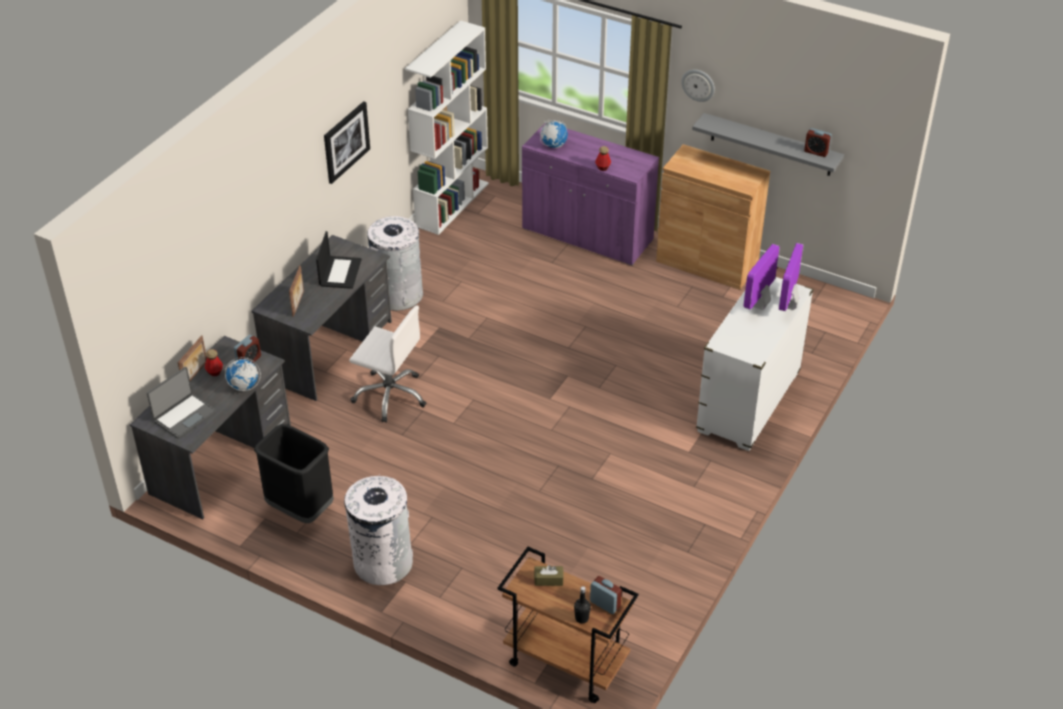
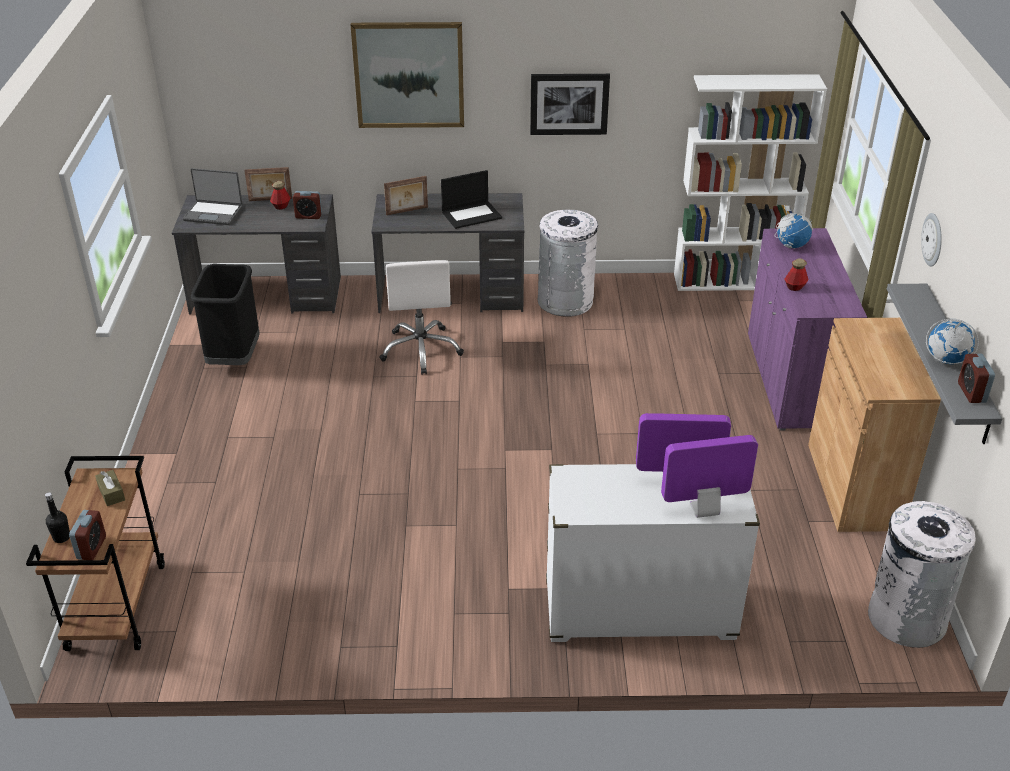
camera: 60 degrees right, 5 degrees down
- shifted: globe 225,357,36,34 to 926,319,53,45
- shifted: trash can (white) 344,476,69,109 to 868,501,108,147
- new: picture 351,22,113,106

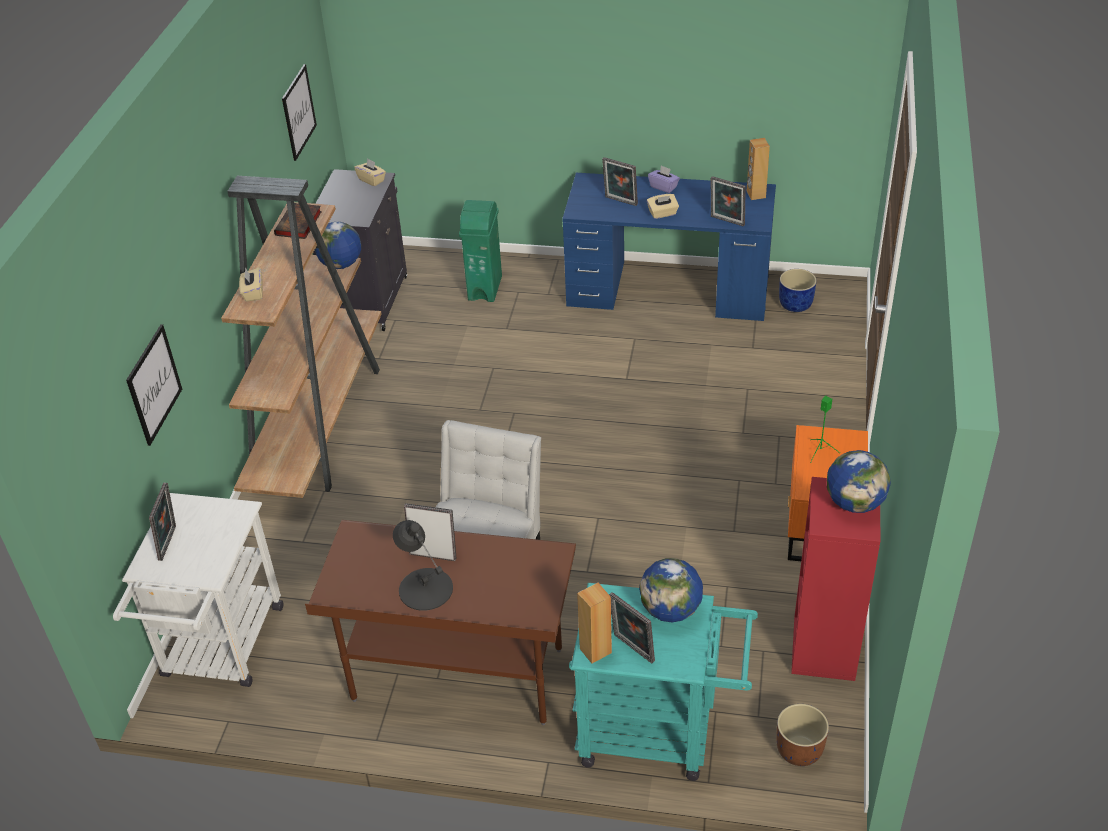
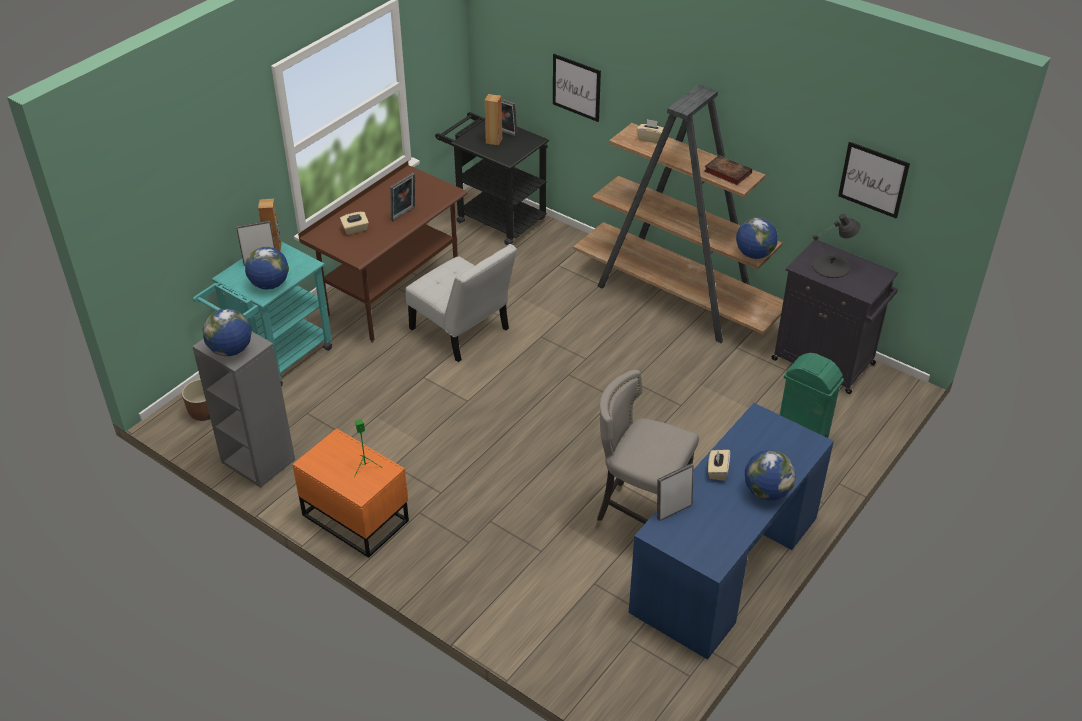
camera: 115 degrees right, 0 degrees up
- shifted: speaker (brown) 747,138,23,62 to 485,94,17,51
- gone: picture frame 602,157,36,49
- shifted: tissue box (beige) 354,158,32,28 to 340,212,29,23
- swapped: tissue box (purple) 648,165,32,28 to globe 745,450,51,51
- gone: planter (blue) 779,269,38,43
- repainted: bookcase (red) 791,477,89,204 to bookcase (grey) 192,332,103,156
- repainted: cart (white) 113,493,170,194 to cart (black) 435,112,114,133
- shifted: table lamp (black) 393,520,60,91 to 812,214,49,64
- new: stool (grey) 595,370,104,158

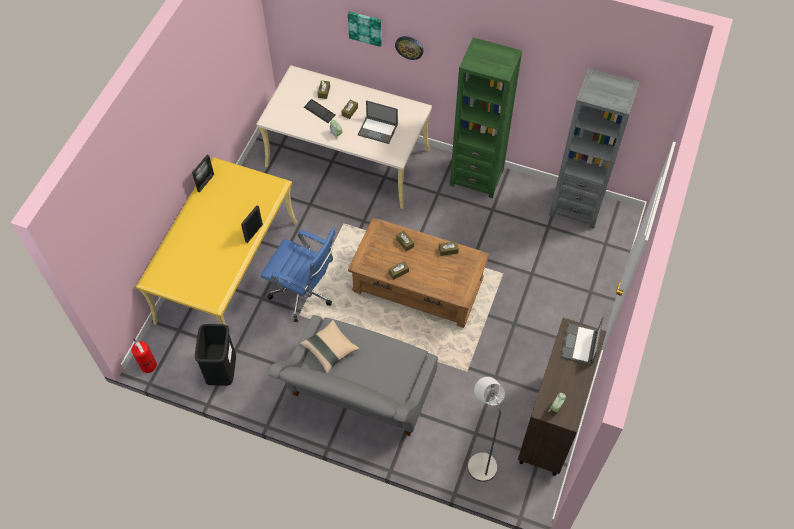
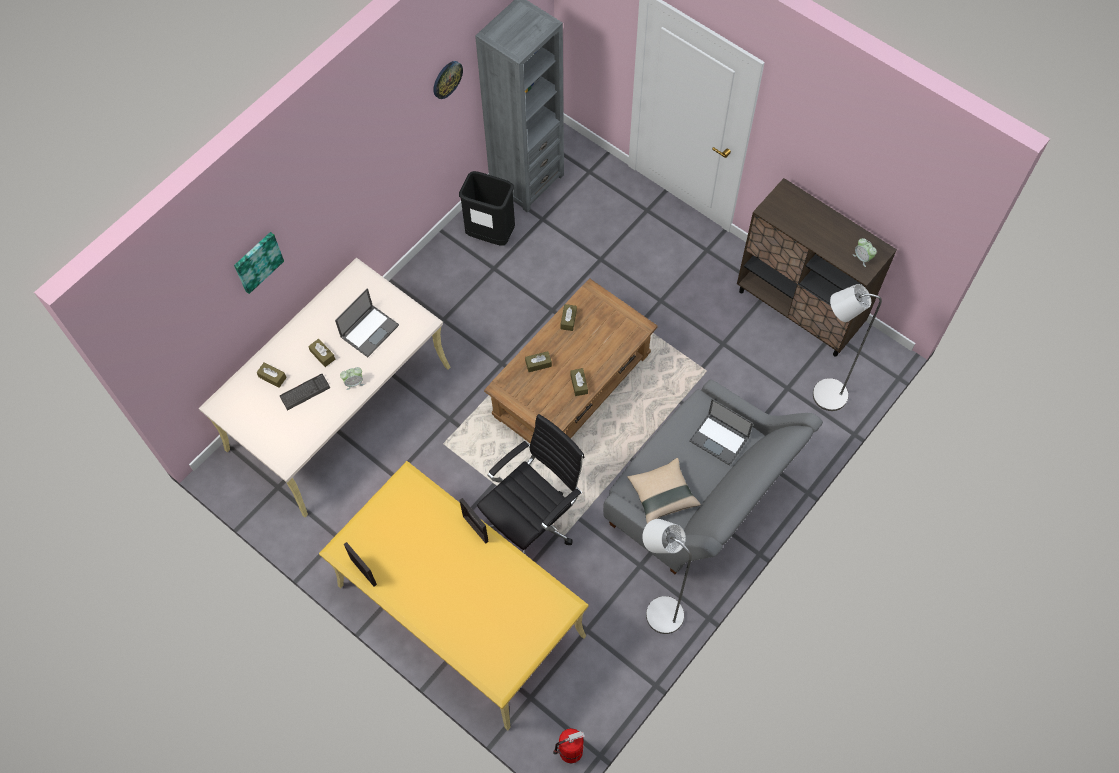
camera: 70 degrees left, 5 degrees up
- shifted: wall clock 395,36,28,24 to 433,61,30,38
- gone: bookcase (green) 450,38,72,160
- repainted: office chair (blue) 261,228,75,94 to office chair (black) 477,414,108,140
- shifted: laptop 561,317,43,48 to 689,399,64,67
- shifted: trash can (black) 195,324,41,62 to 459,171,56,75
- new: floor lamp (grey) 642,519,50,115

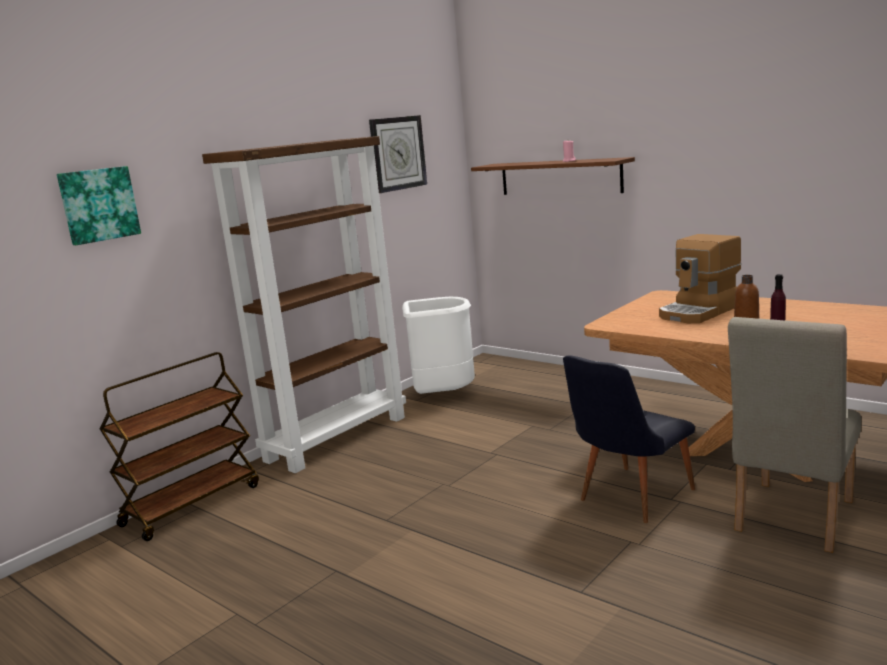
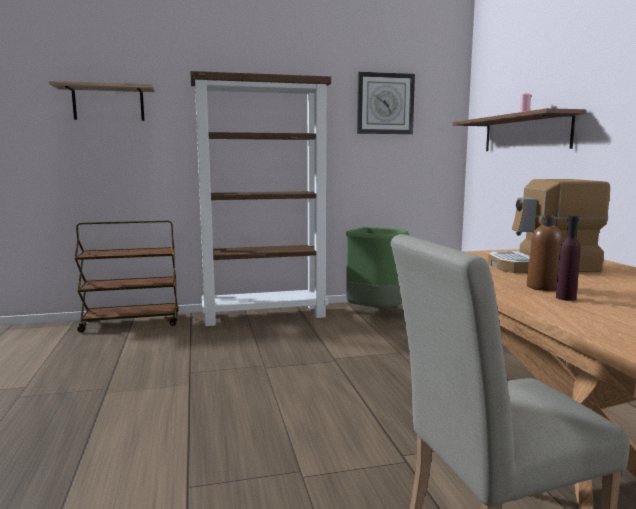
camera: 35 degrees right, 5 degrees down
- swapped: picture 57,166,84,79 to shelf 49,81,106,40
- repainted: trash can (white) 402,297,73,97 to trash can (green) 345,227,64,81
- gone: chair (black) 563,355,132,168

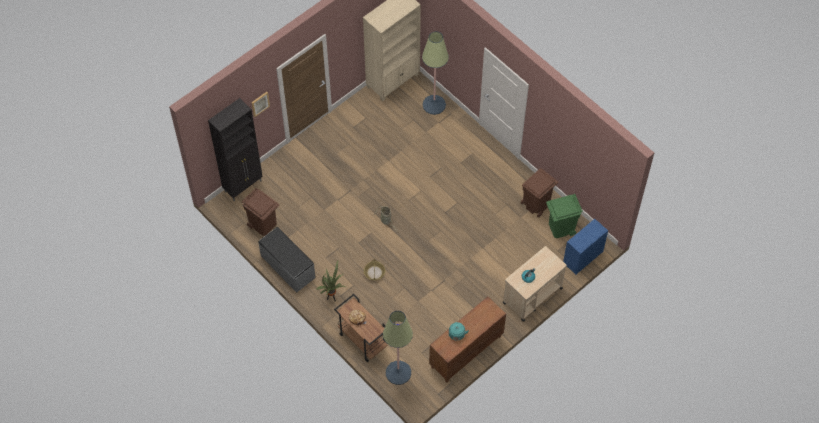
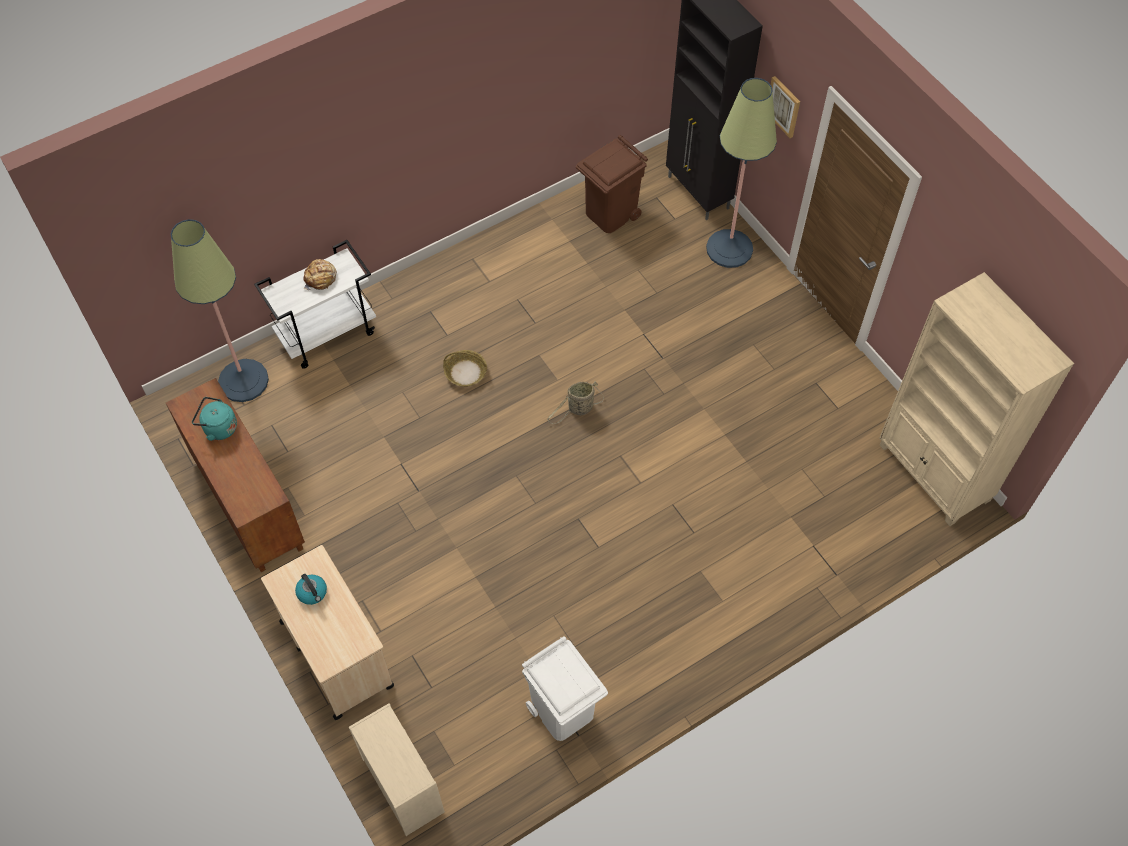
camera: 100 degrees right, 0 degrees up
- shifted: floor lamp 422,31,27,84 to 706,78,71,190
- repainted: trash can (brown) 521,168,37,50 to trash can (white) 522,636,86,105
- gone: trash can (green) 546,194,37,44
- repainted: dresser (blue) 563,218,45,57 to dresser (beige) 349,703,96,133
- gone: bench (grey) 258,227,58,65
- gone: potted plant 316,261,30,41
- repainted: cart (brown) 334,294,54,68 to cart (white) 254,240,122,129

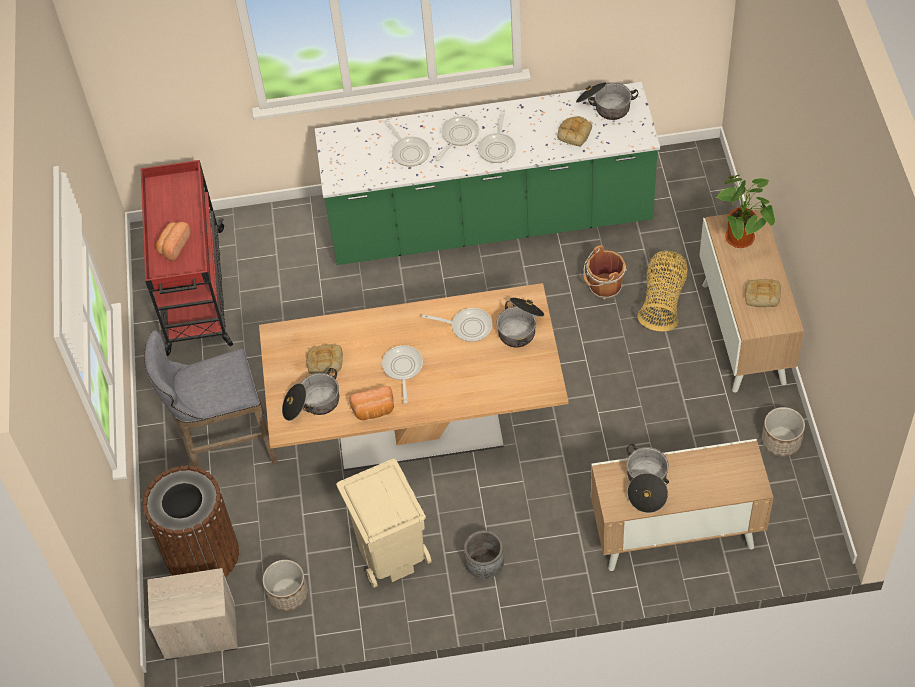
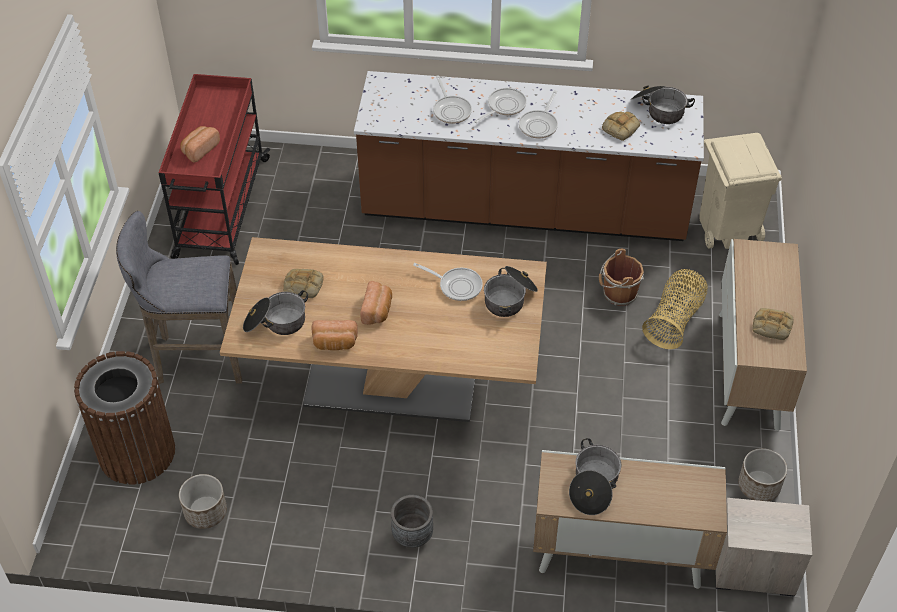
camera: 10 degrees right, 5 degrees down
- repainted: counter (green) 315,82,345,183 to counter (brown) 354,71,350,170
- gone: potted plant 715,175,60,73
- swapped: frying pan 382,345,41,59 to bread 360,281,32,44
- shifted: trash can (beige) 336,459,96,129 to 699,133,83,116
- shifted: nightstand 147,568,91,92 to 716,498,96,98

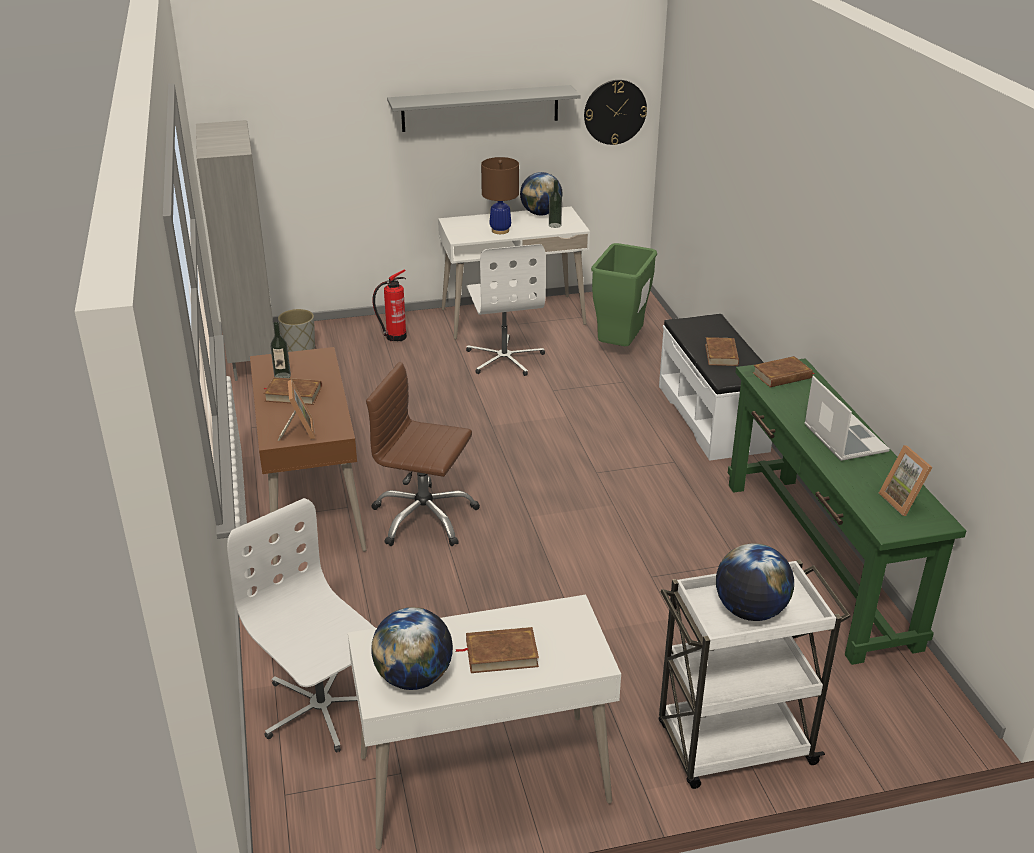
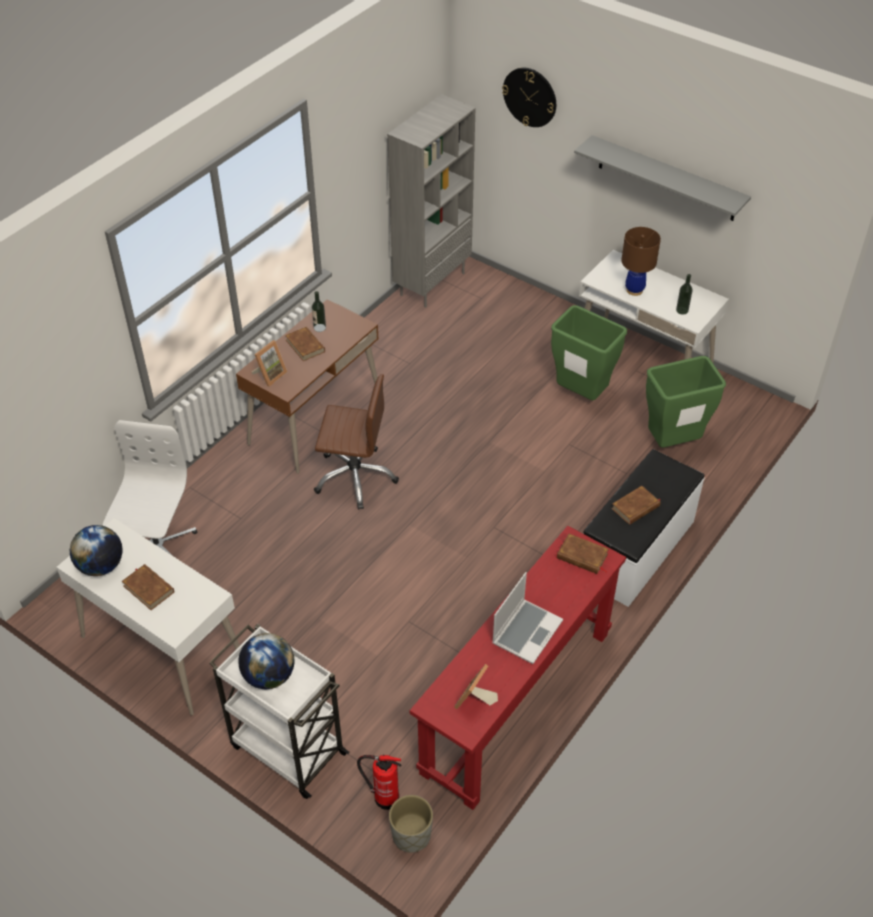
camera: 50 degrees right, 15 degrees up
- shifted: wall clock 584,80,63,65 to 502,67,54,60
- gone: globe 520,172,43,44
- swapped: office chair (white) 466,244,80,132 to trash can (green) 551,305,76,95
- shifted: fire extinguisher 372,269,35,72 to 357,754,44,56
- shifted: planter (grey) 278,309,37,43 to 389,795,44,58
- repainted: console table (green) 728,359,238,306 to console table (red) 410,526,216,284
- rotated: office chair (brown) 366,362,114,184 = 314,374,85,136 120 degrees clockwise

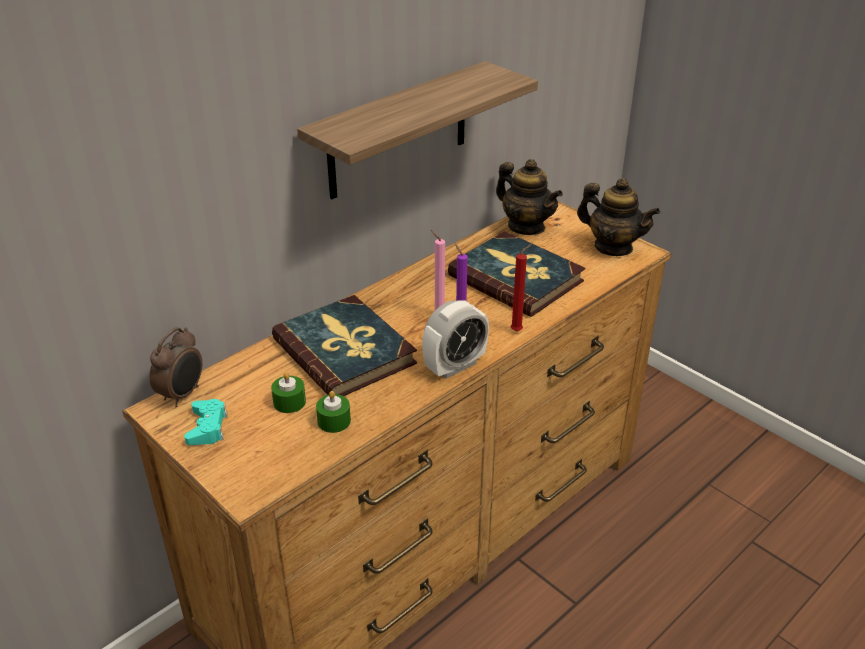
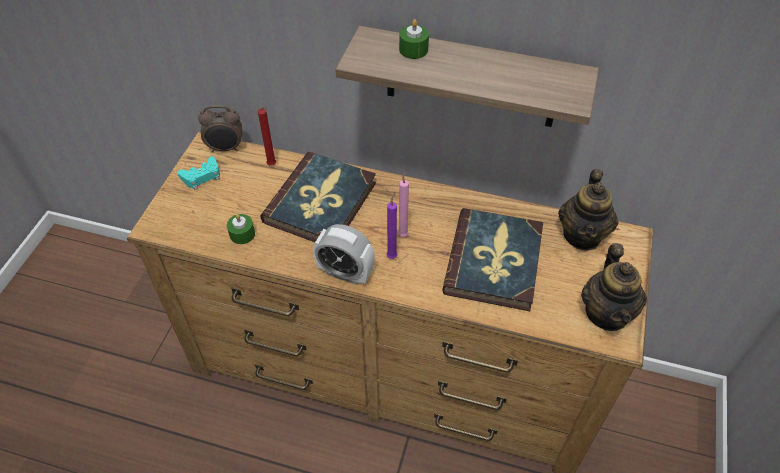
camera: 60 degrees right, 15 degrees up
- shifted: candle (red) 511,244,20,87 to 258,107,18,59
- shifted: candle (green) 271,372,35,41 to 399,19,30,40

